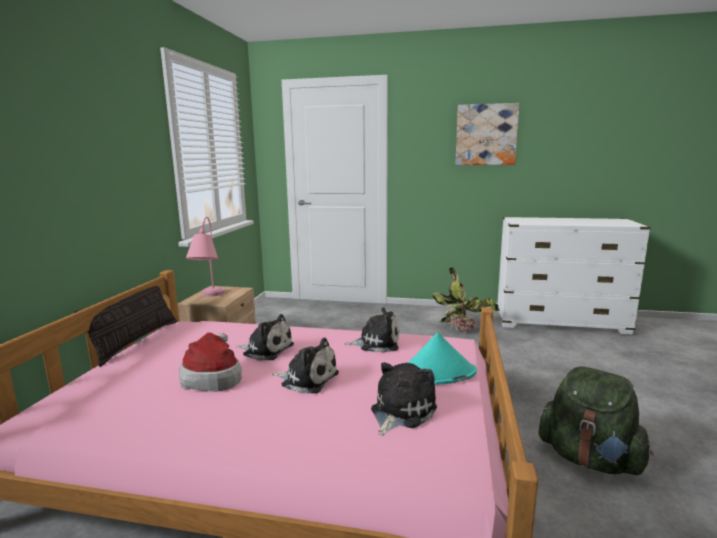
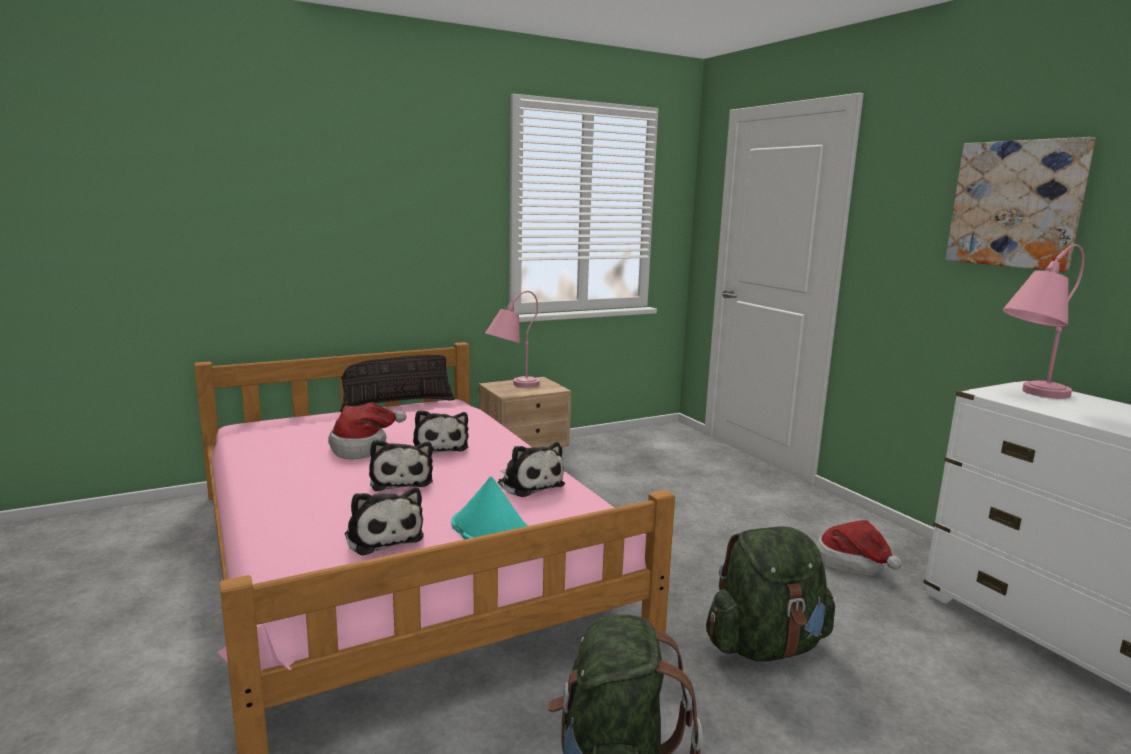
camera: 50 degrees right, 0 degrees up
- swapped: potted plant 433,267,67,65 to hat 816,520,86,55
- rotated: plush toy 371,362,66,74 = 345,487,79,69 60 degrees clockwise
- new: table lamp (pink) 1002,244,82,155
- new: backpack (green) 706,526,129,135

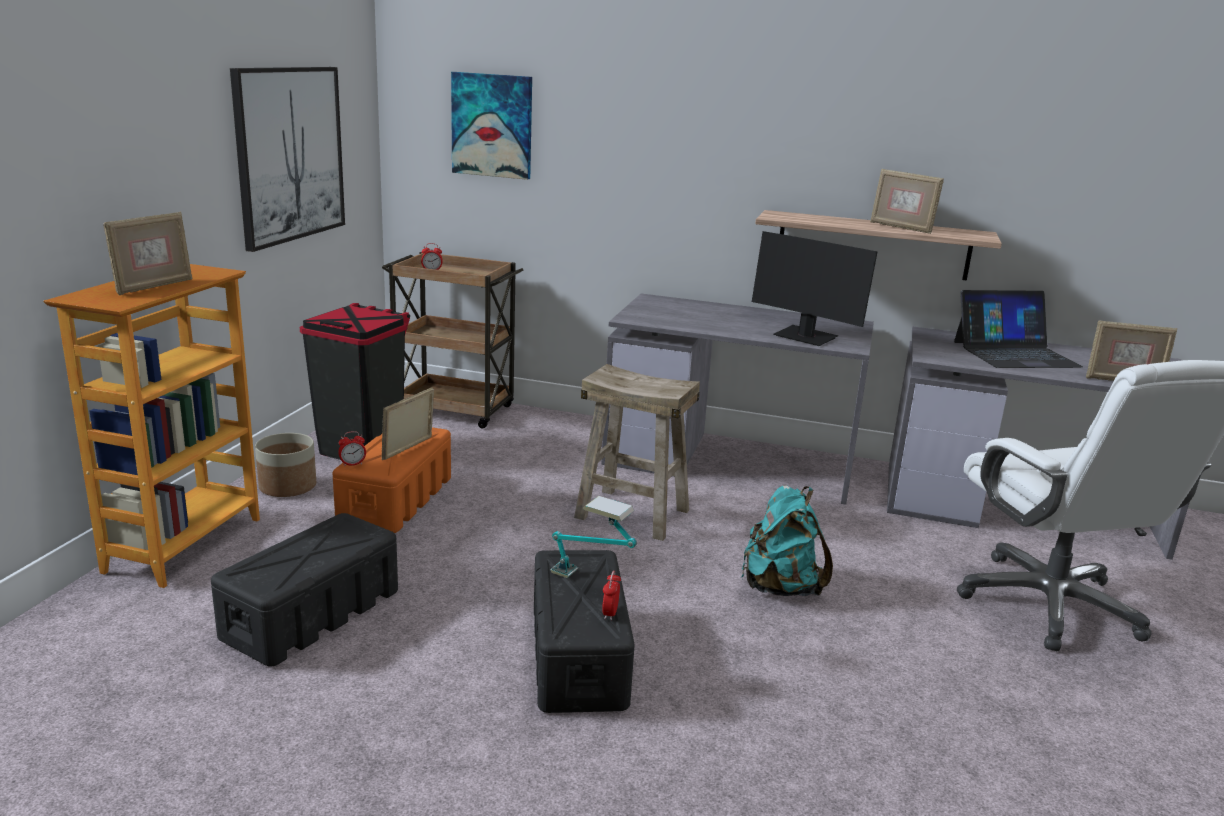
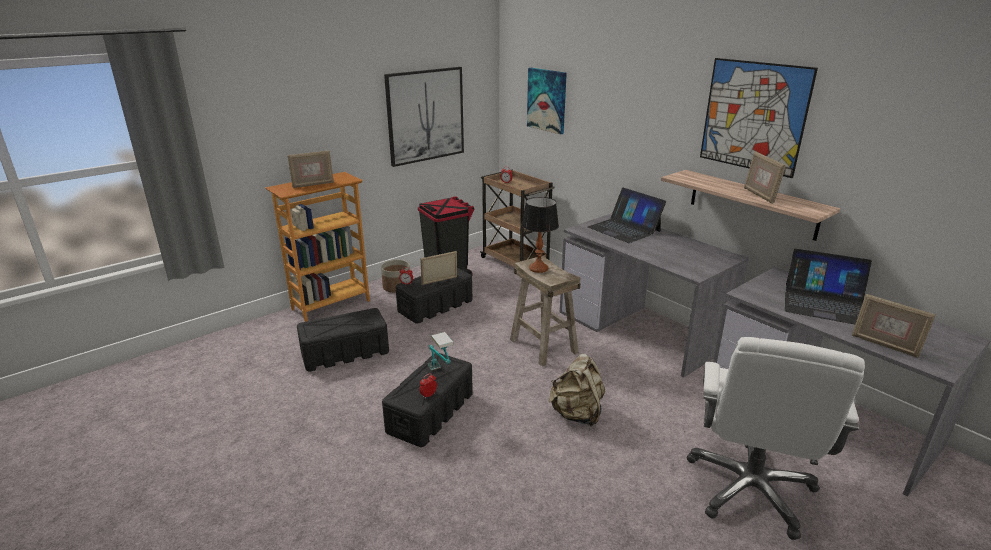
camera: 35 degrees right, 5 degrees up
- gone: monitor 752,231,126,115
- repainted: storage box (orange) 332,427,119,106 to storage box (black) 396,268,76,56
- repainted: backpack (turquoise) 741,485,92,111 to backpack (beige) 549,354,56,72
- new: picture 700,58,118,120
- new: laptop 588,188,78,55
- new: table lamp 522,197,37,76

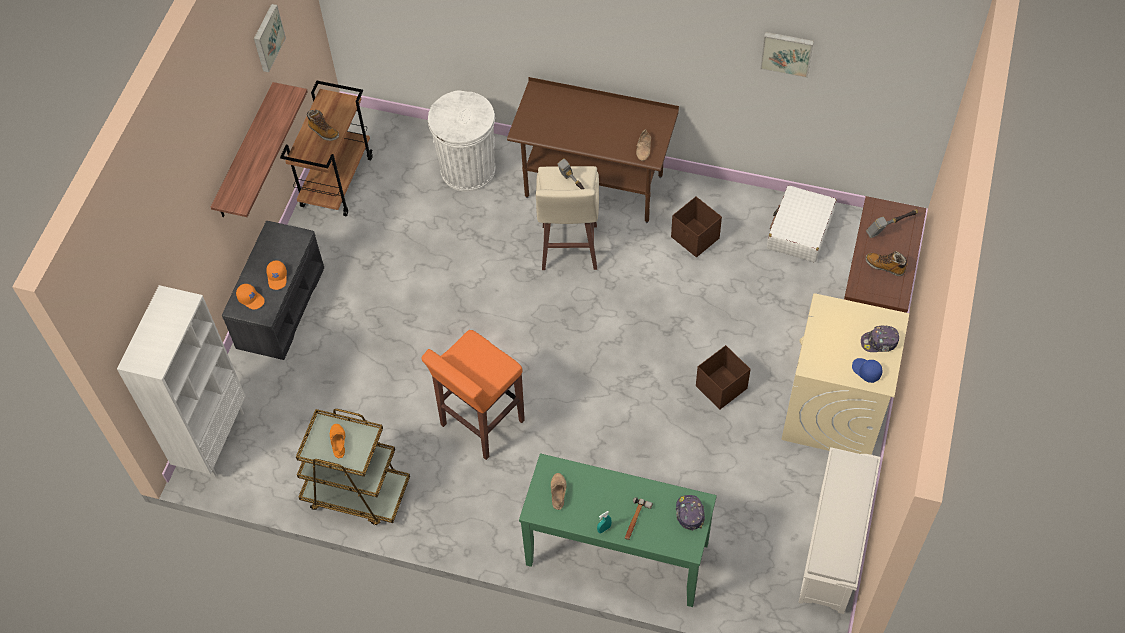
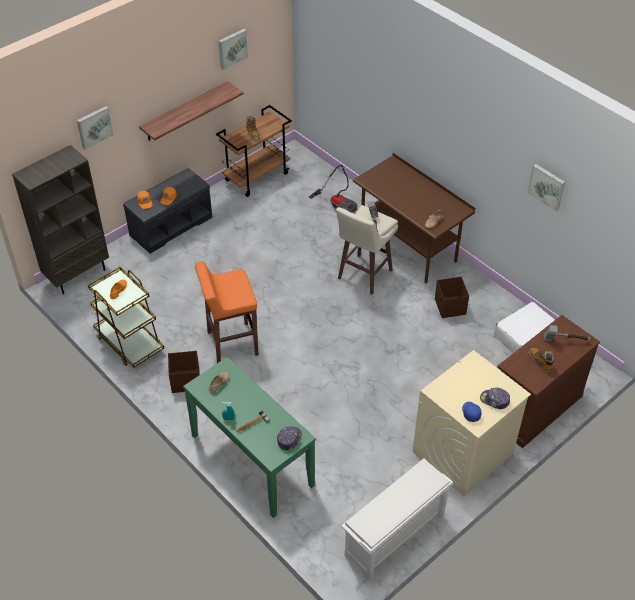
camera: 30 degrees right, 10 degrees down
- swapped: trash can (white) 428,91,67,101 to vacuum cleaner 308,165,49,48
- repainted: bookcase (white) 117,285,128,192 to bookcase (brown) 12,145,97,149
- shifted: storage box (brown) 696,345,55,65 to 168,351,32,42
- new: picture 77,106,37,44

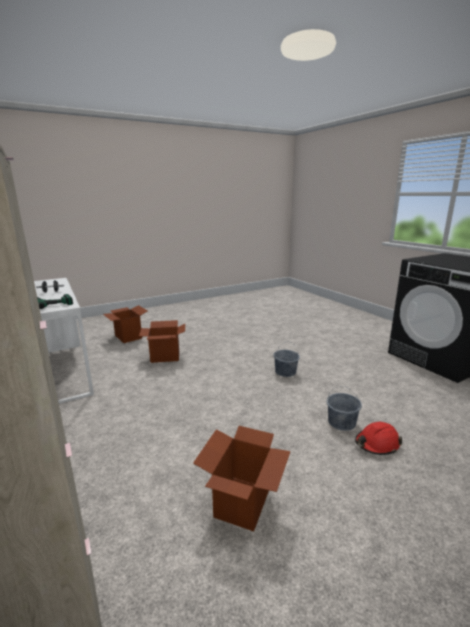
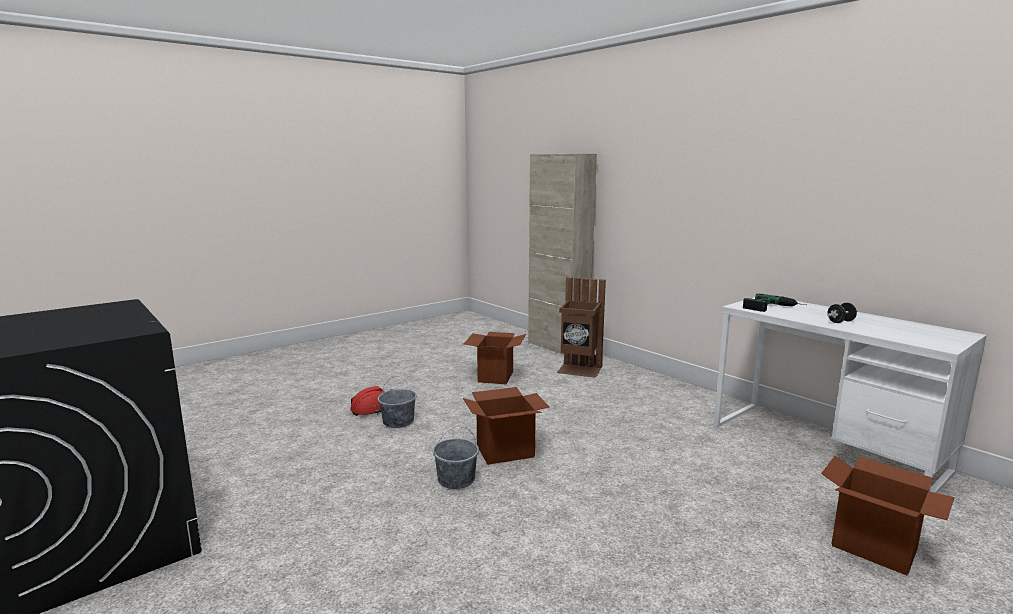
camera: 170 degrees right, 5 degrees down
- shifted: cardboard box 139,320,46,43 to 463,387,86,78
- new: trash can (brown) 557,277,49,101

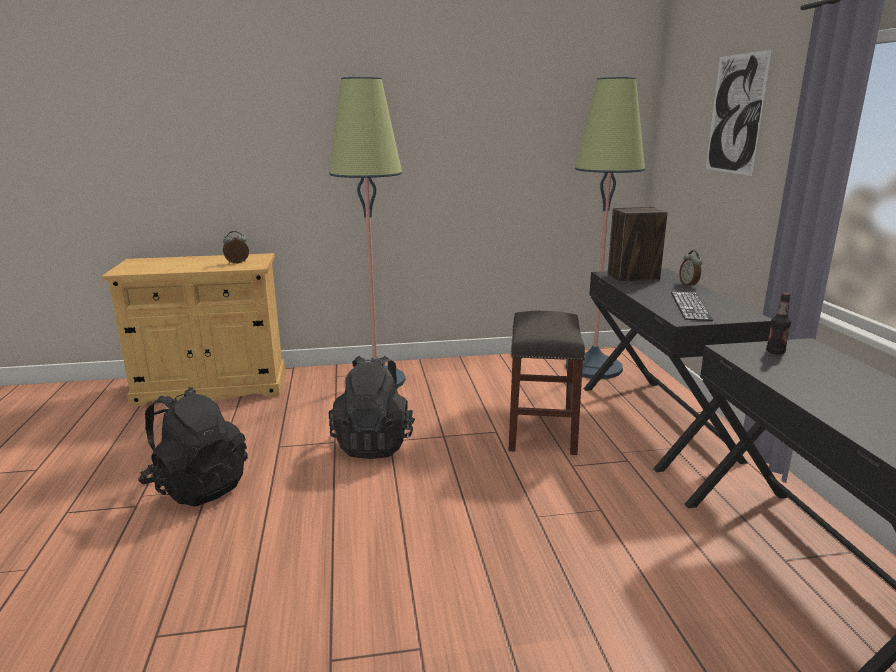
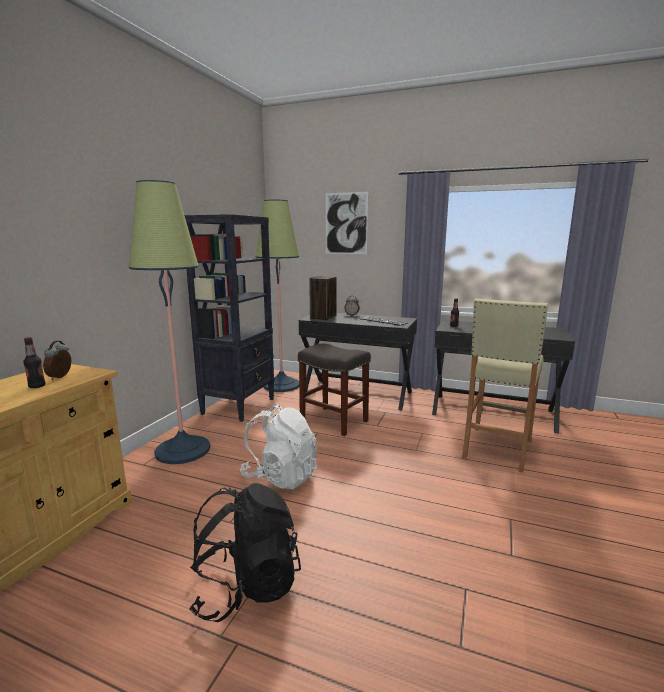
camera: 60 degrees left, 5 degrees down
- repainted: backpack (black) 329,356,86,103 to backpack (white) 240,404,77,85
- new: bookcase (black) 184,214,91,208
- new: stool (beige) 462,298,86,175
- new: bottle 23,337,23,51

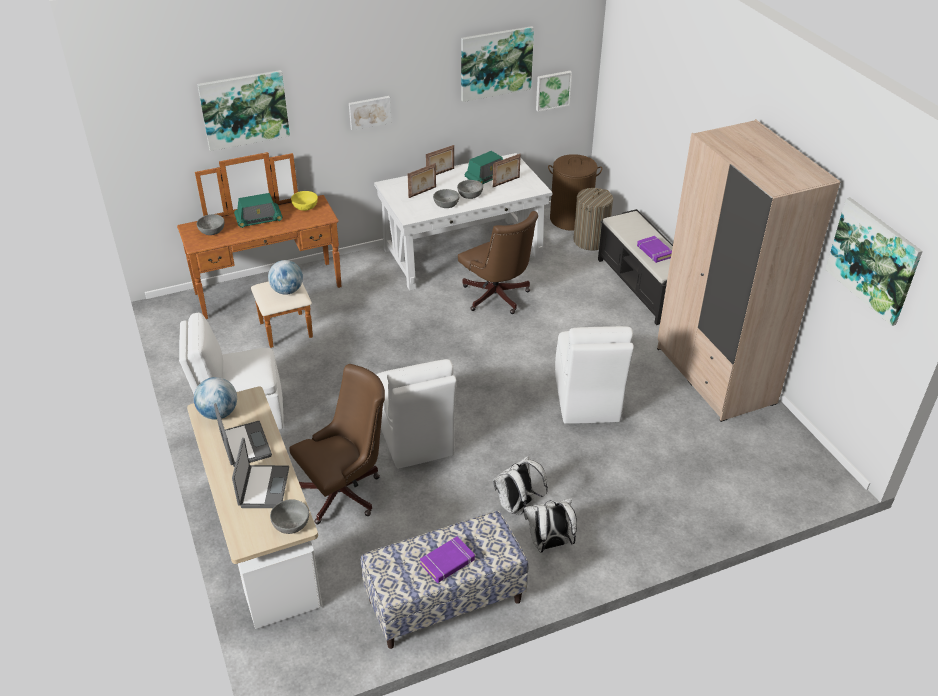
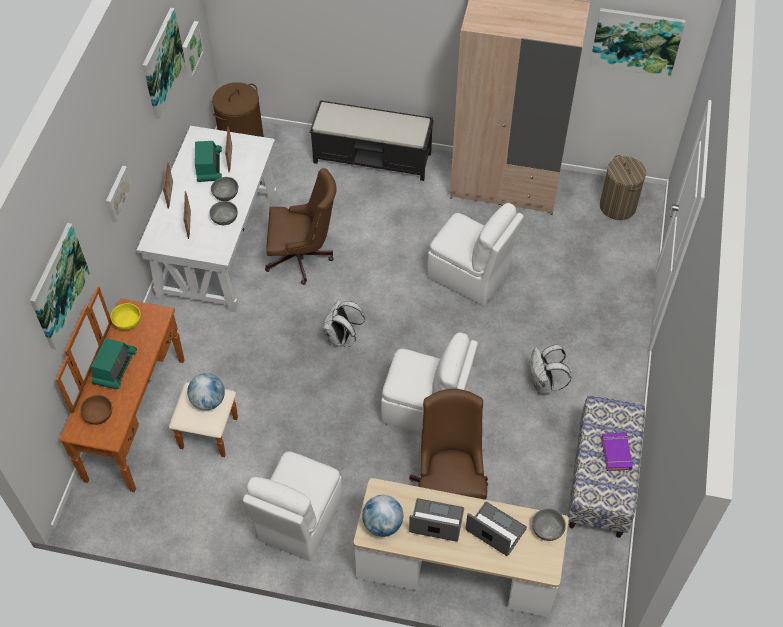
camera: 55 degrees left, 15 degrees up
- shifted: laundry basket 573,188,40,62 to 600,155,46,65
- repainted: bowl (grey) 197,214,27,21 to bowl (brown) 80,395,32,30
- gone: book (purple) 637,236,35,27
- shifted: backpack (white) 524,498,53,55 to 323,298,42,49

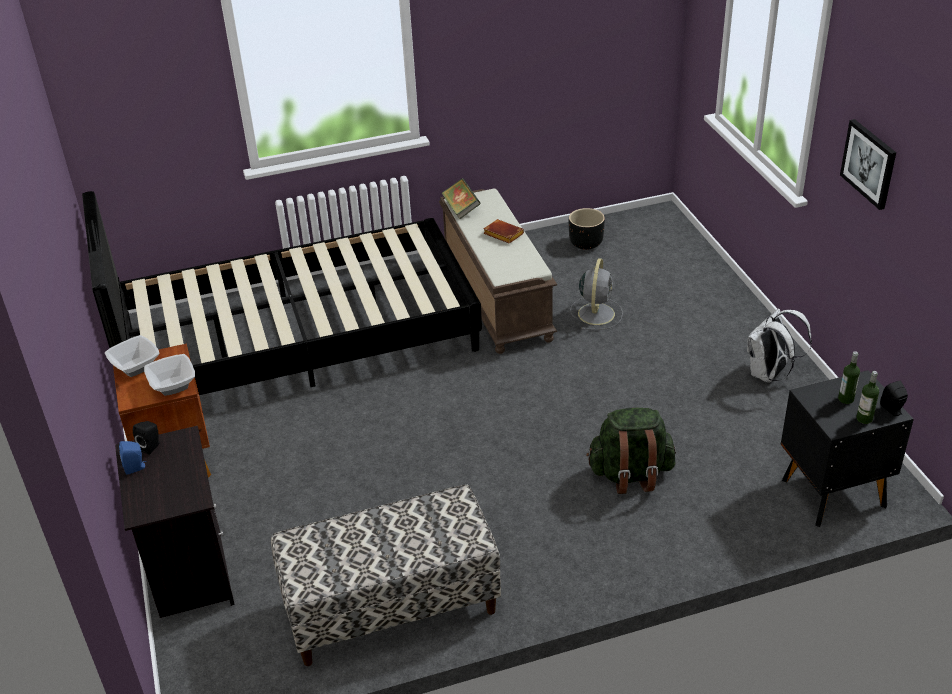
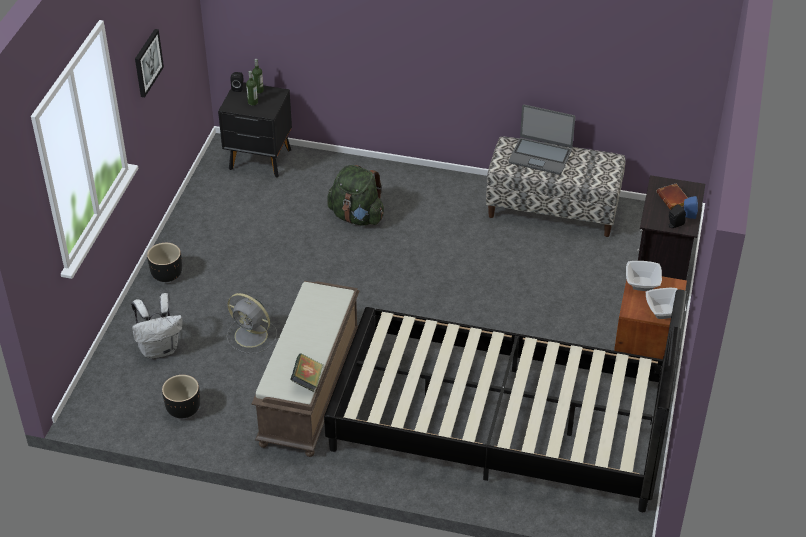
camera: 150 degrees left, 5 degrees up
- shifted: book (brown) 483,219,41,25 to 657,184,31,26
- rotated: fan (grey) 570,258,53,72 = 226,293,51,61 105 degrees counterclockwise
- shifted: backpack (white) 747,309,65,74 to 131,293,52,66
- new: laptop 509,105,66,70
- new: planter (black) 147,243,35,39

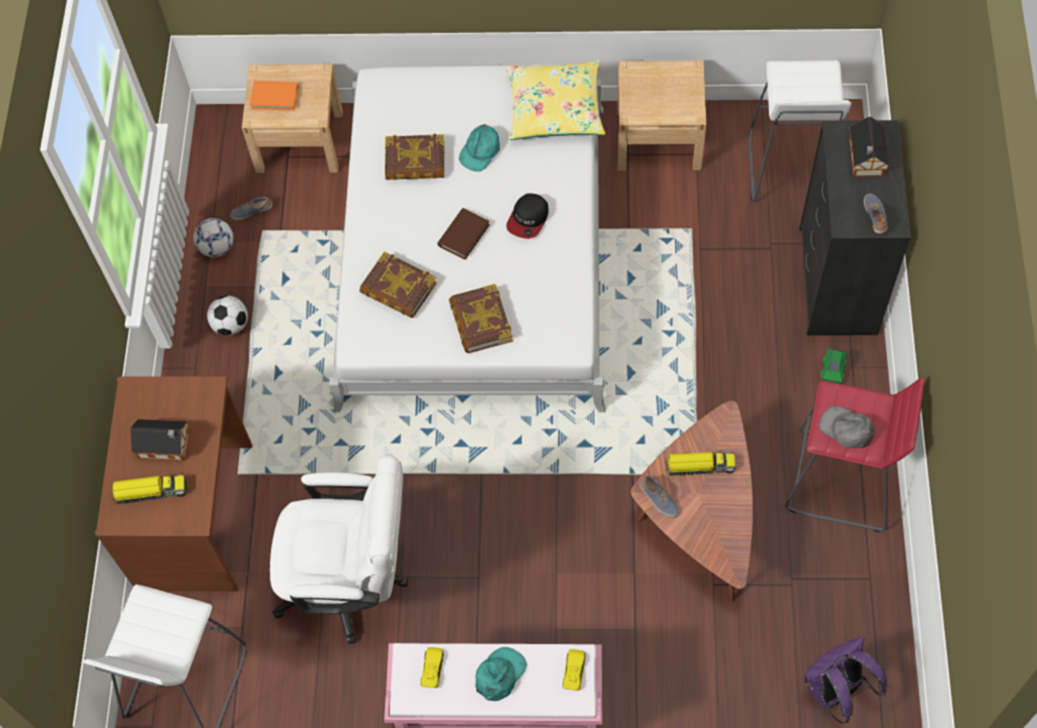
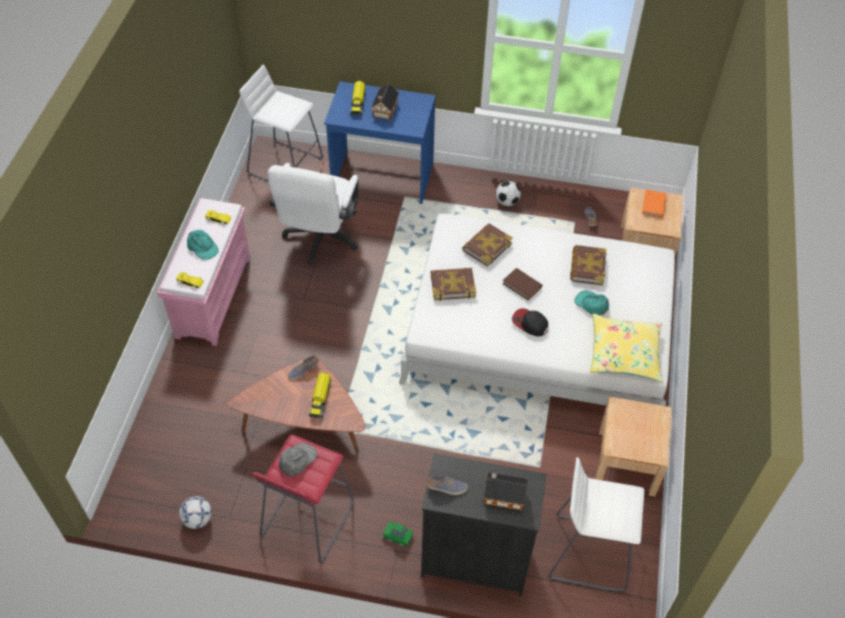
camera: 95 degrees right, 10 degrees down
- shifted: football 194,218,39,39 to 179,496,33,33
- repainted: desk (brown) 95,376,157,215 to desk (blue) 324,81,112,123
- gone: backpack (purple) 804,636,83,87

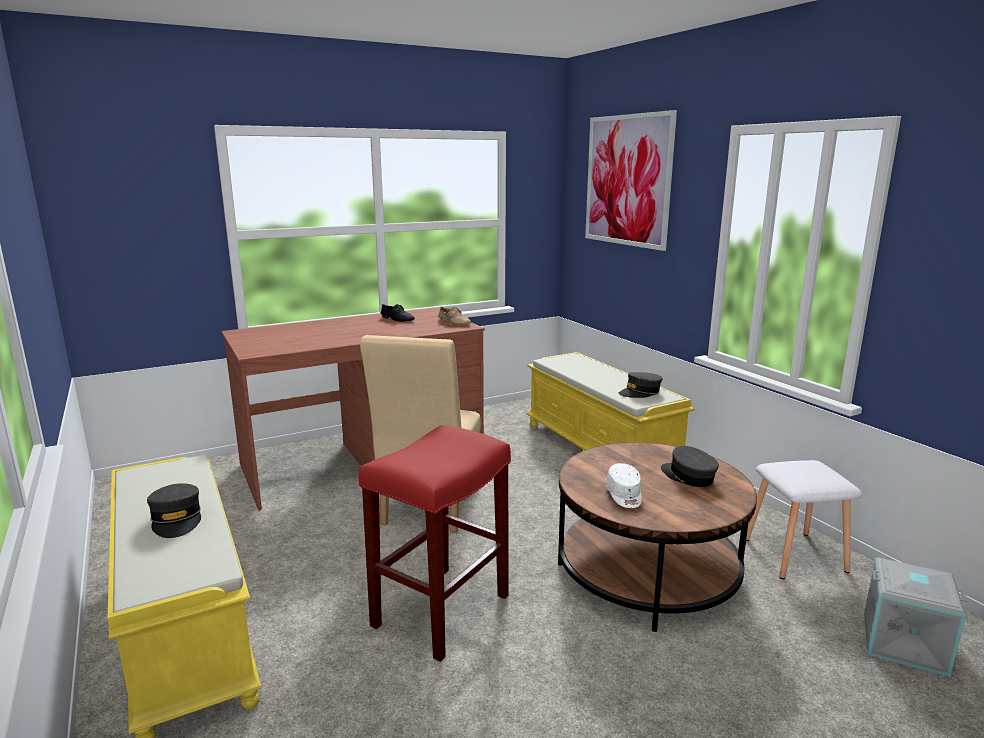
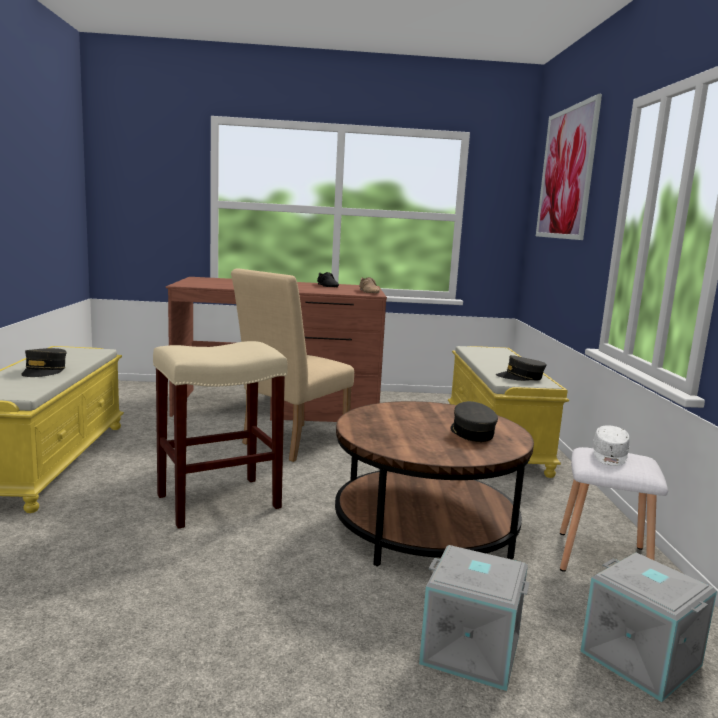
camera: 25 degrees right, 5 degrees down
- repainted: stool (red) 359,426,152,236 to stool (beige) 153,341,135,188
- shifted: cap (white) 606,463,36,45 to 593,426,37,40
- new: storage box (grey) 419,545,111,146

